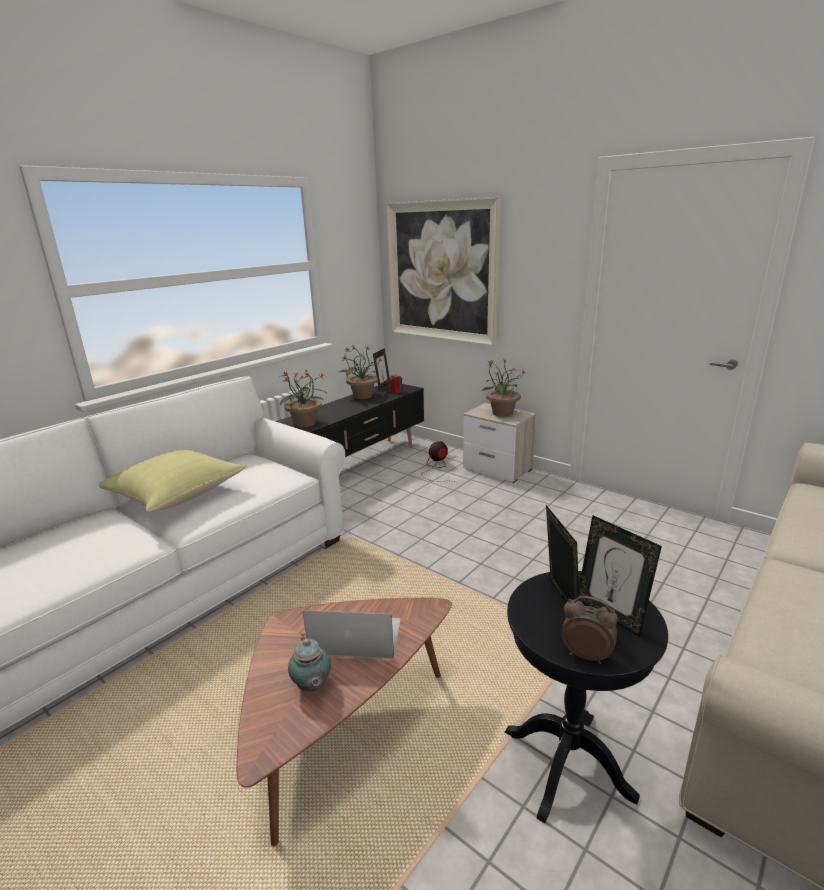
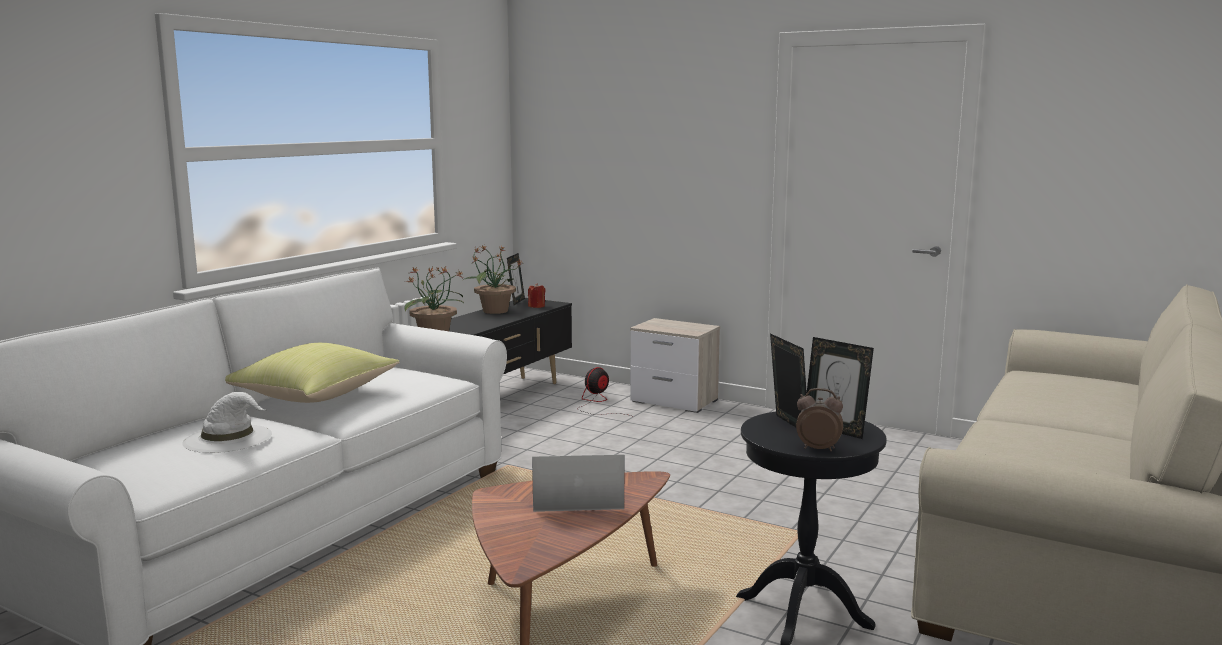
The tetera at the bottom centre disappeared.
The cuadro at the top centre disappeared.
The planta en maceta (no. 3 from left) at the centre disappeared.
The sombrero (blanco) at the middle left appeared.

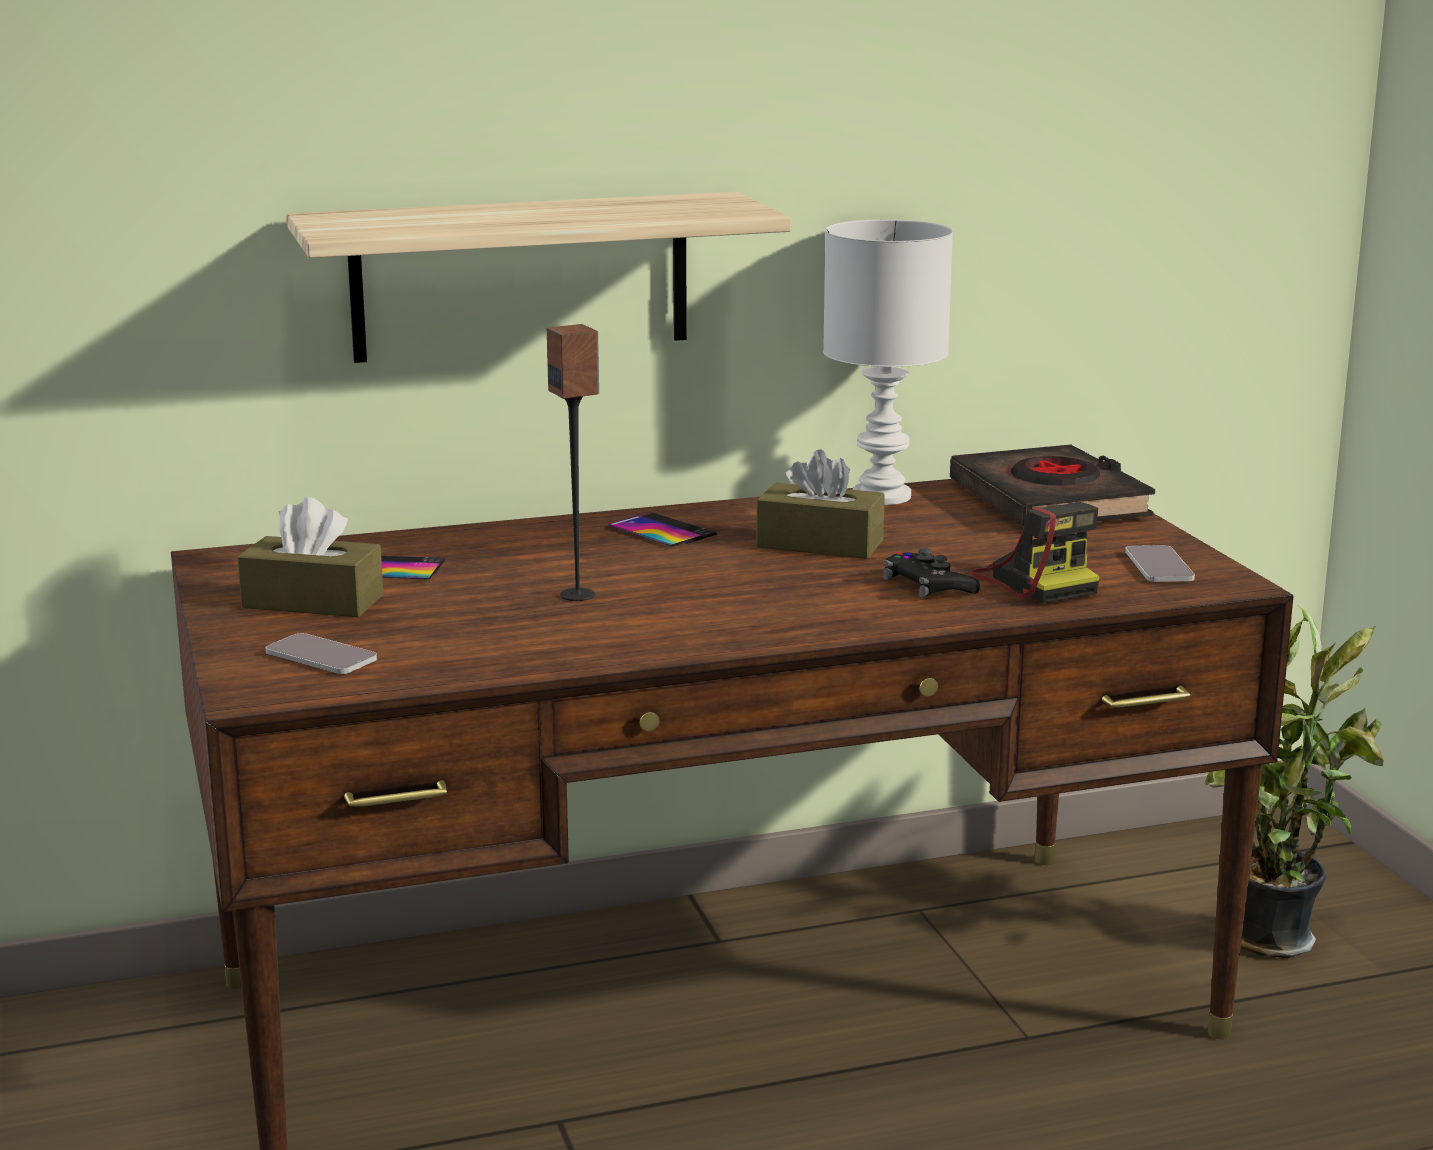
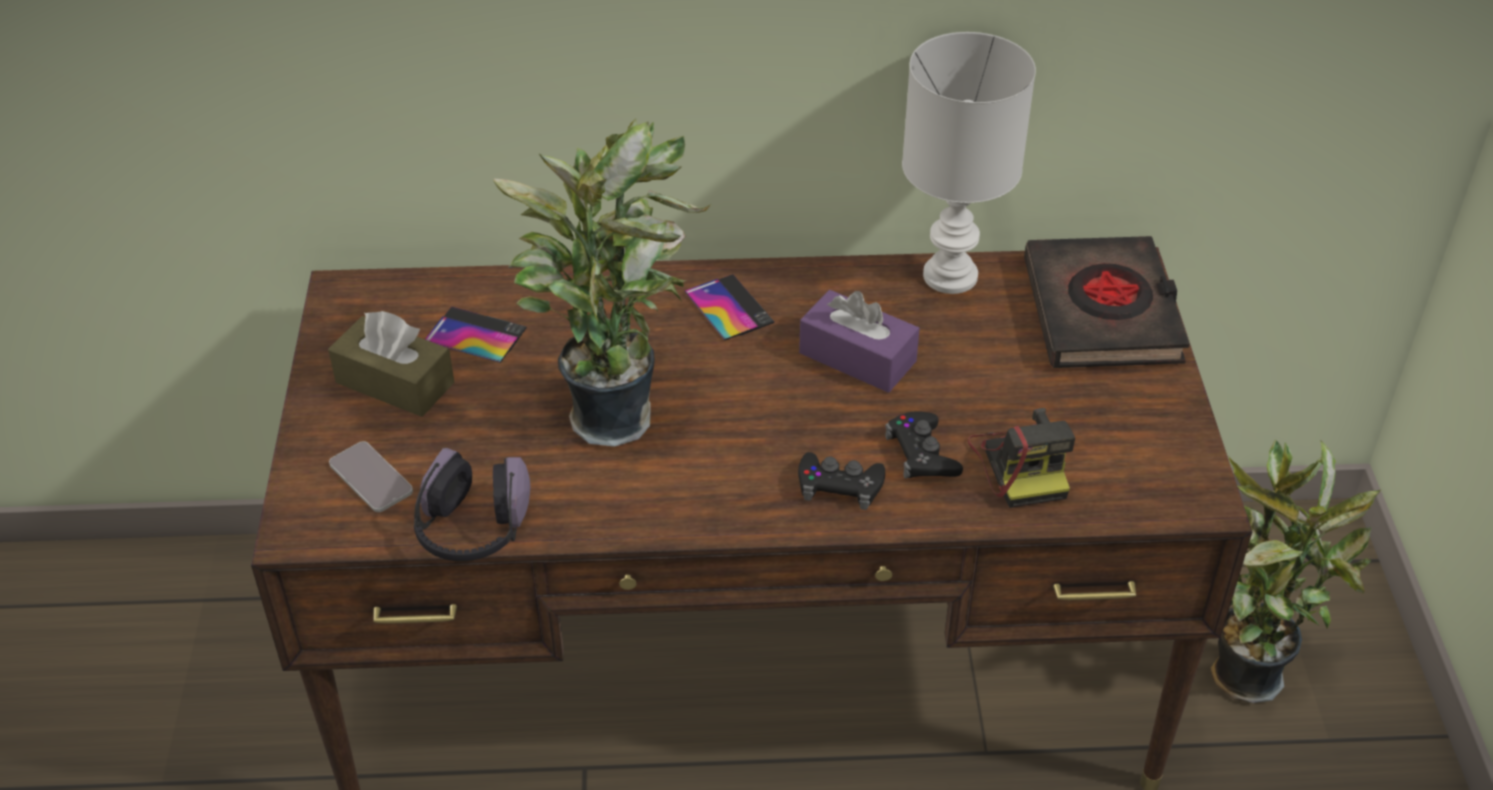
The estante at the top centre disappeared.
The móvil (no. 4 from left) at the middle right disappeared.
The auriculares at the middle left appeared.
The mando de consola (negro) (no. 1 from left) at the centre appeared.
The altavoz at the centre was replaced by the planta en maceta (no. 1 from left) at the centre.
The caja de pañuelos (marrón) (no. 2 from left) at the centre became the caja de pañuelos (morado) at the centre.

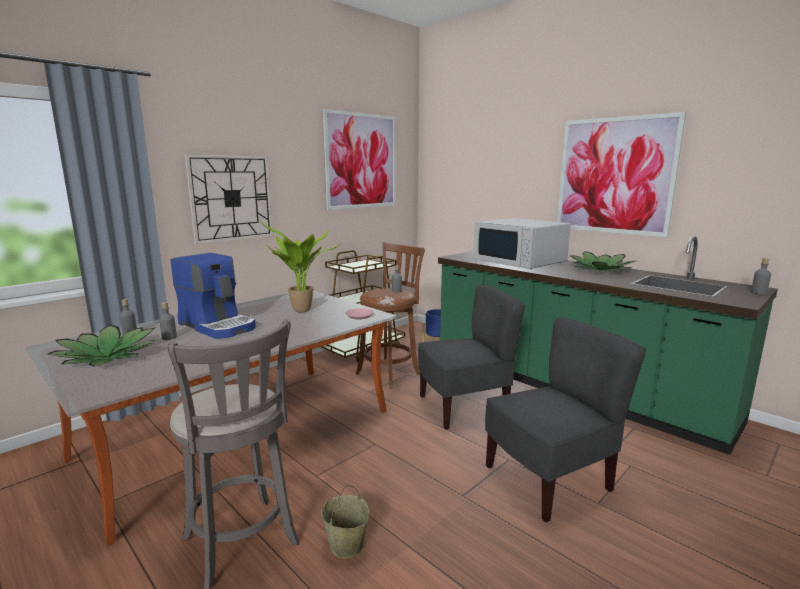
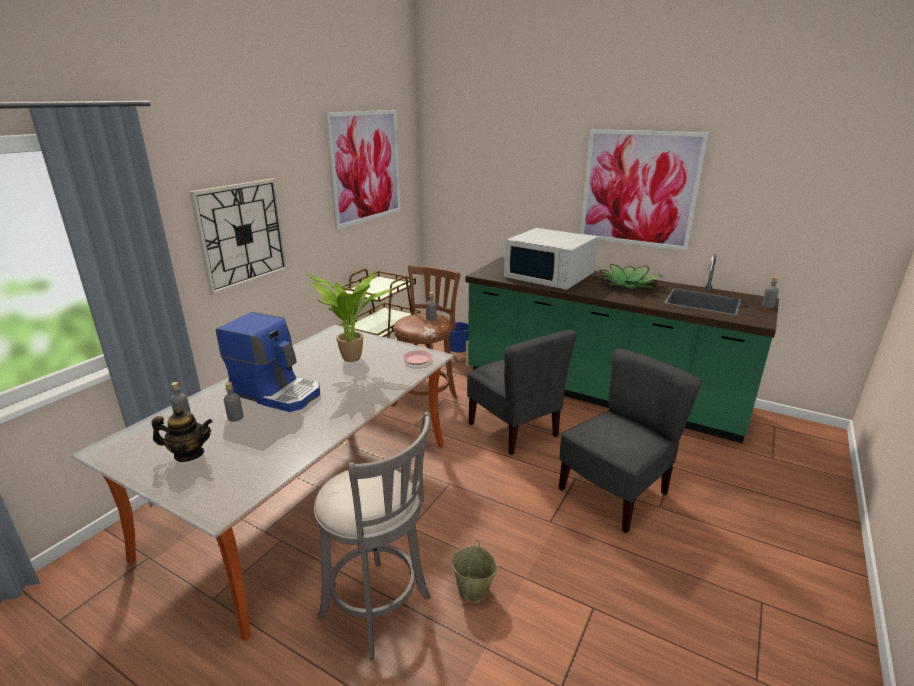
The planta en maceta (no. 1 from left) at the middle left was replaced by the tetera at the middle left.
The silla (gris) (no. 1 from left) at the centre turned 90 degrees clockwise.

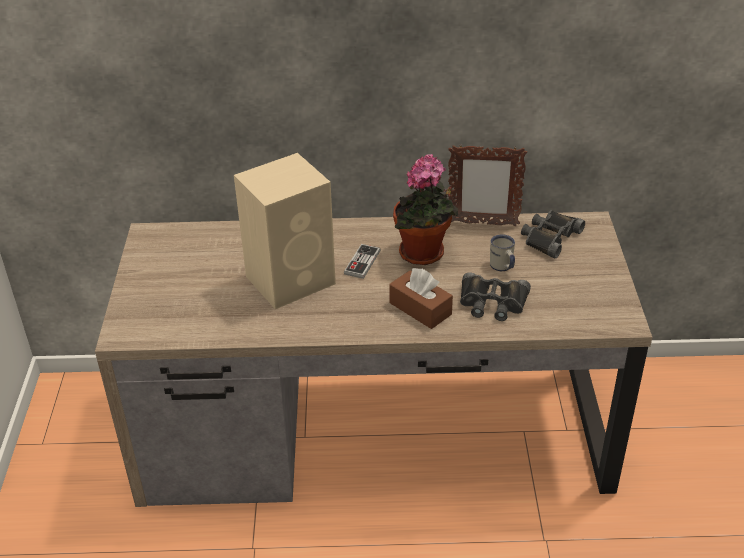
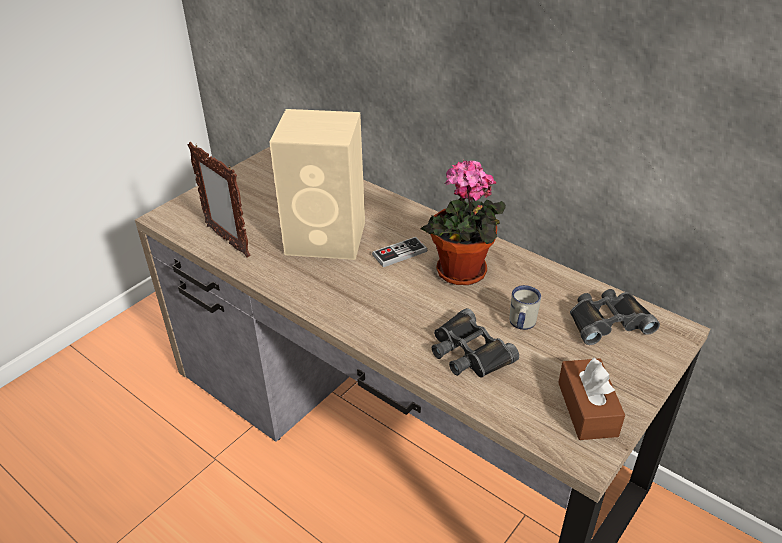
The caja de pañuelos (marrón) moved from the centre to the bottom right.
The portarretratos moved from the top centre to the middle left.

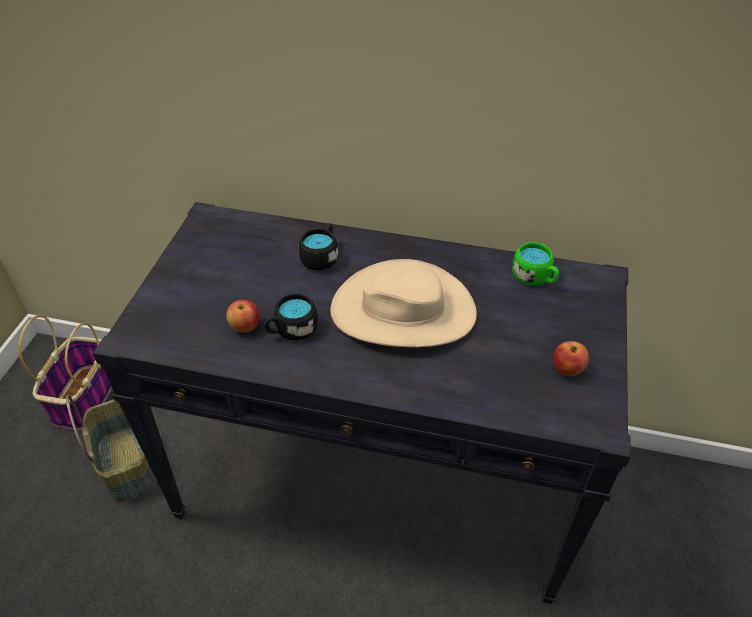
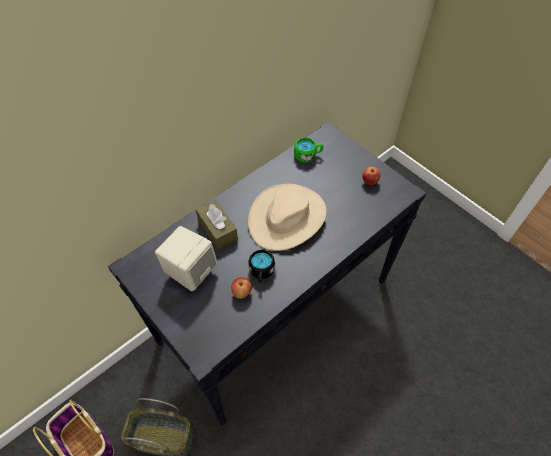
The altavoz (beis) at the centre appeared.
The taza grande (negro) (no. 2 from left) at the centre was replaced by the caja de pañuelos (marrón) at the centre.

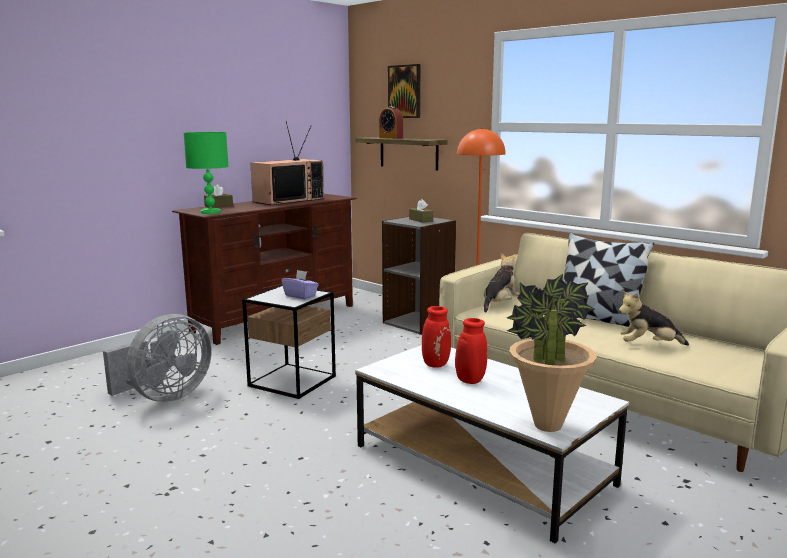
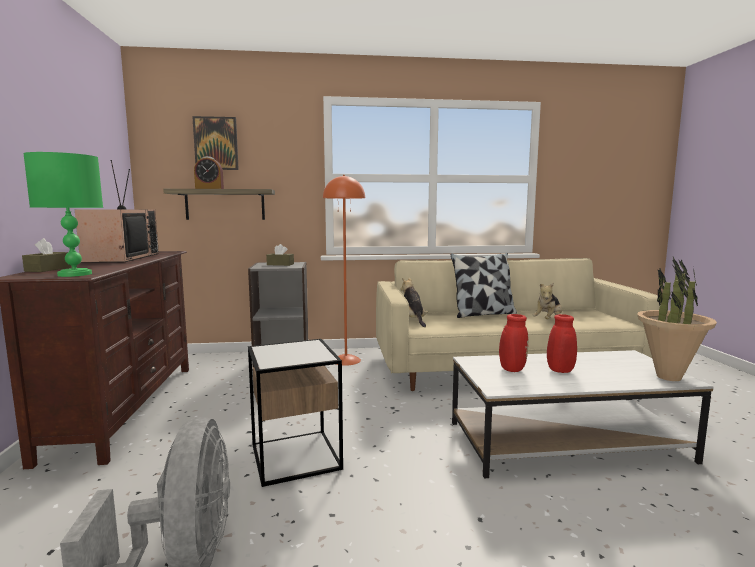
The caja de pañuelos (morado) at the centre disappeared.

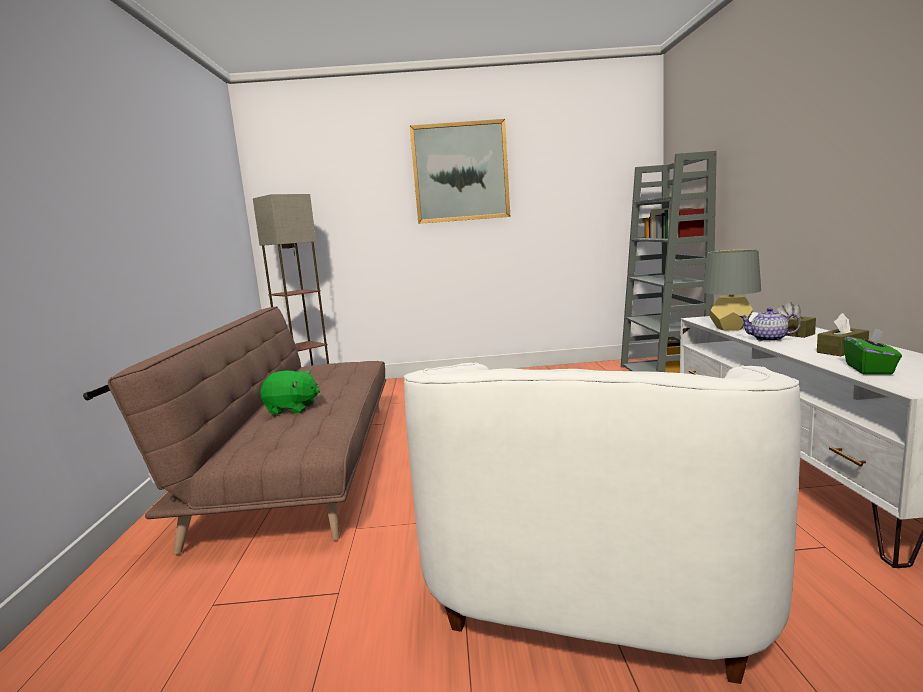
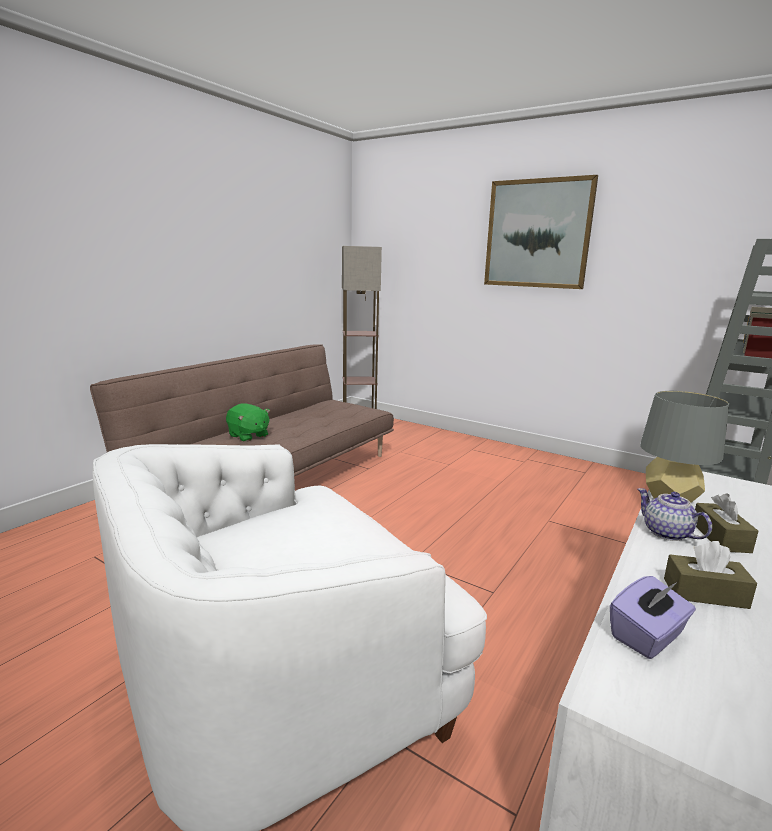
The caja de pañuelos (verde) at the middle right became the caja de pañuelos (morado) at the bottom right.

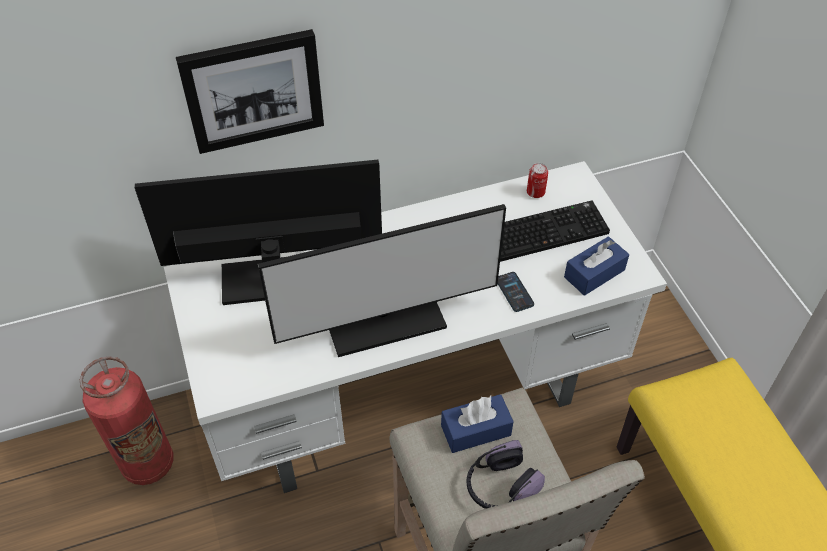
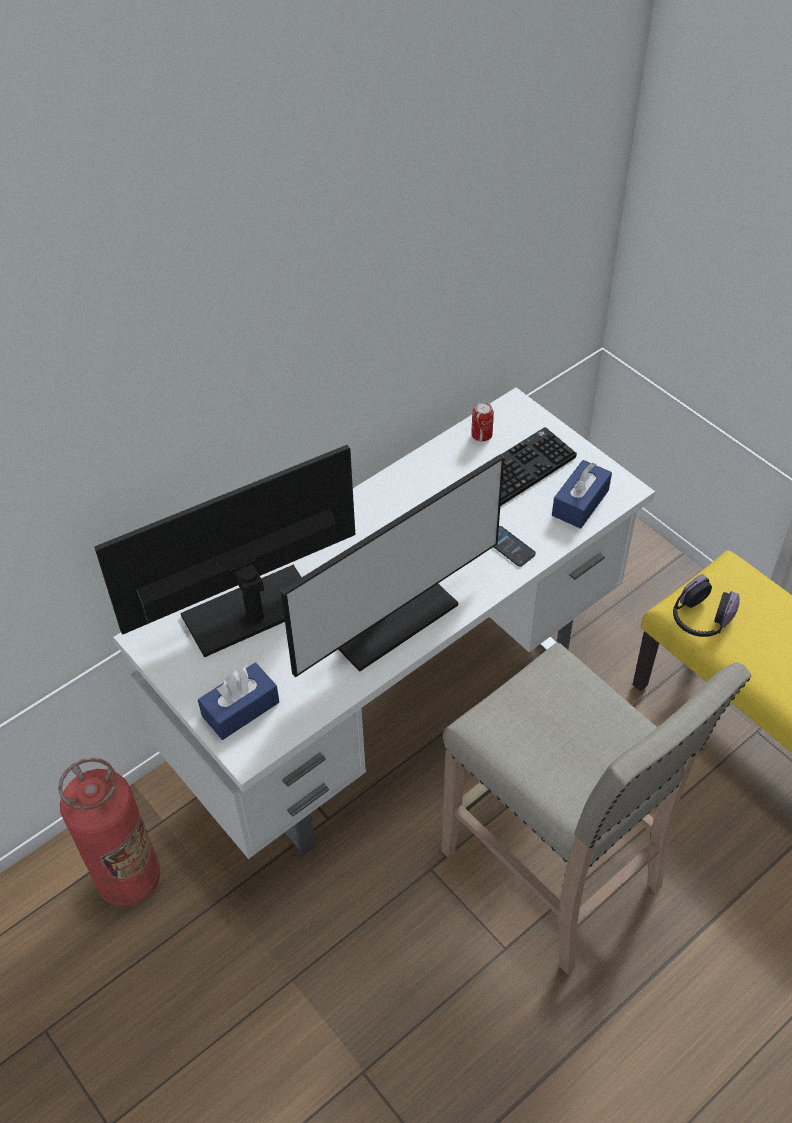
The cuadro at the top left disappeared.
The caja de pañuelos (azul) (no. 1 from left) moved from the bottom centre to the middle left.
The auriculares moved from the bottom centre to the middle right.

